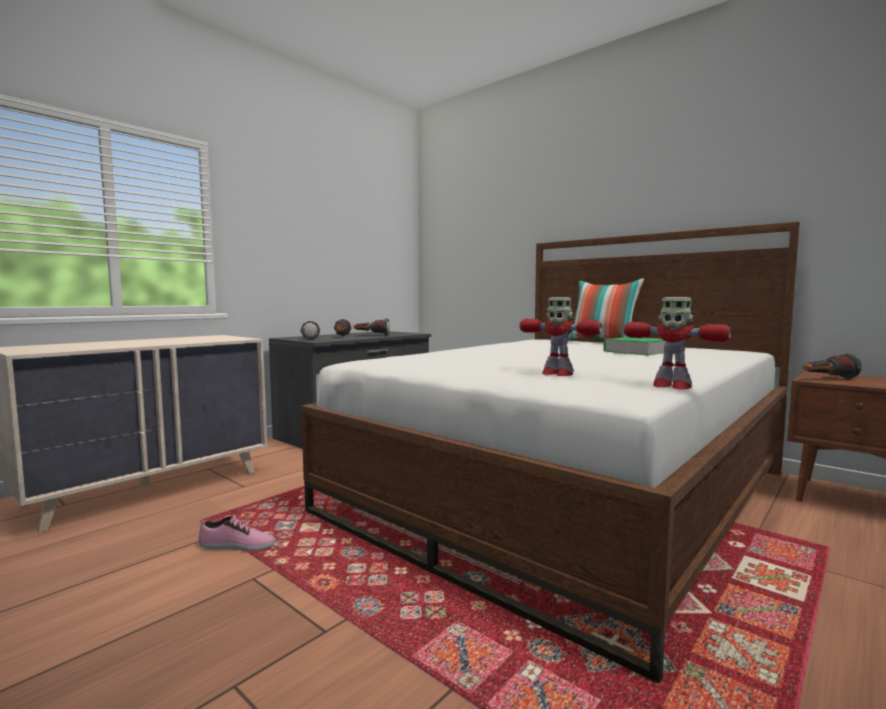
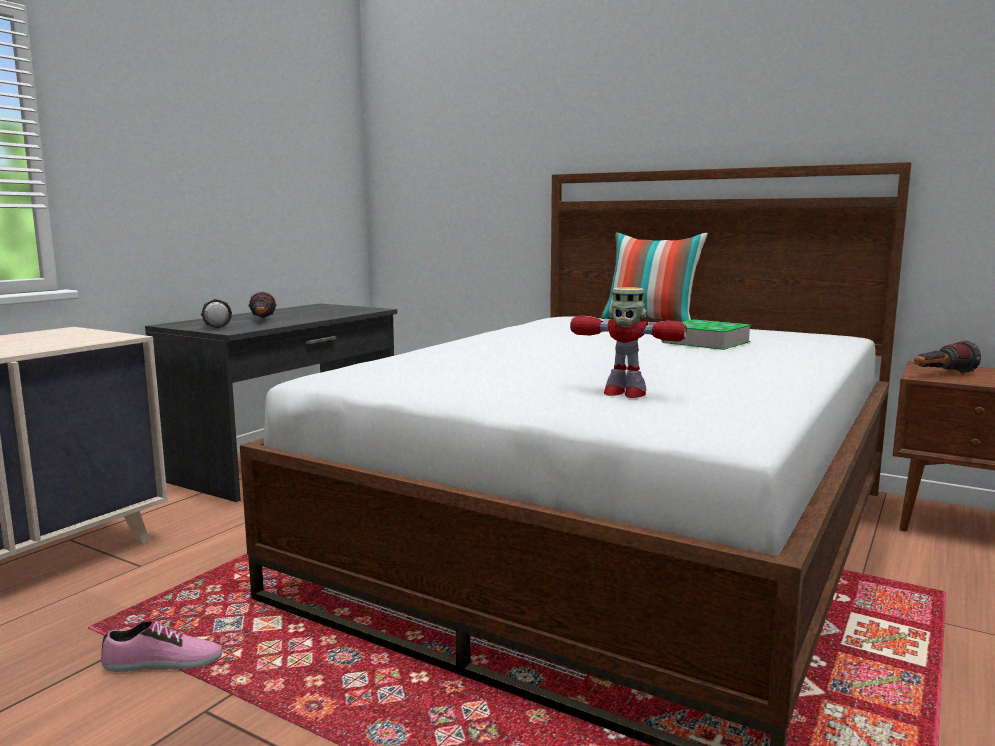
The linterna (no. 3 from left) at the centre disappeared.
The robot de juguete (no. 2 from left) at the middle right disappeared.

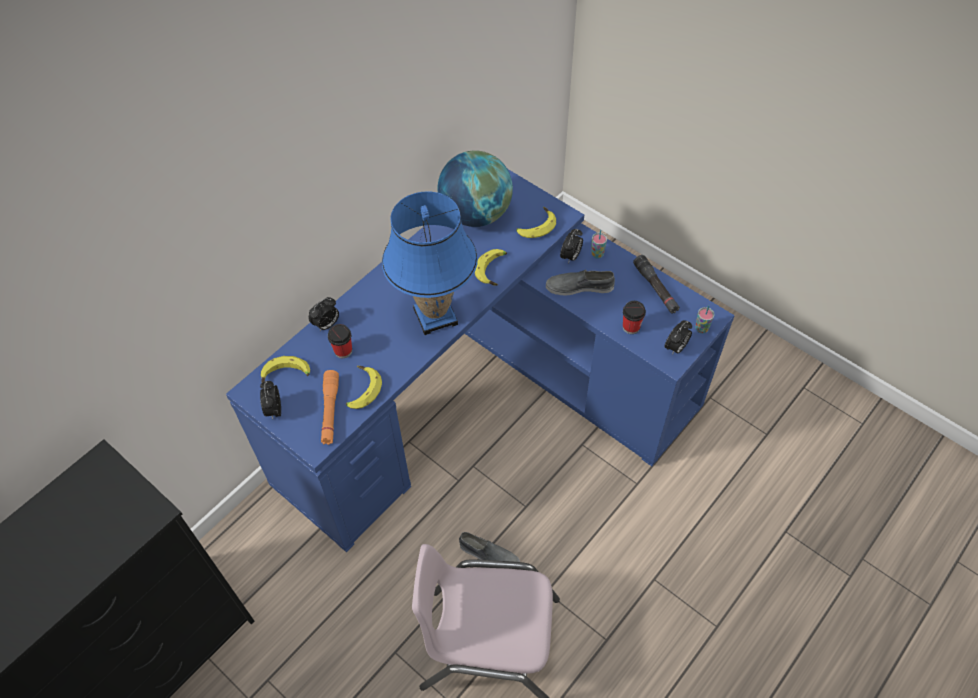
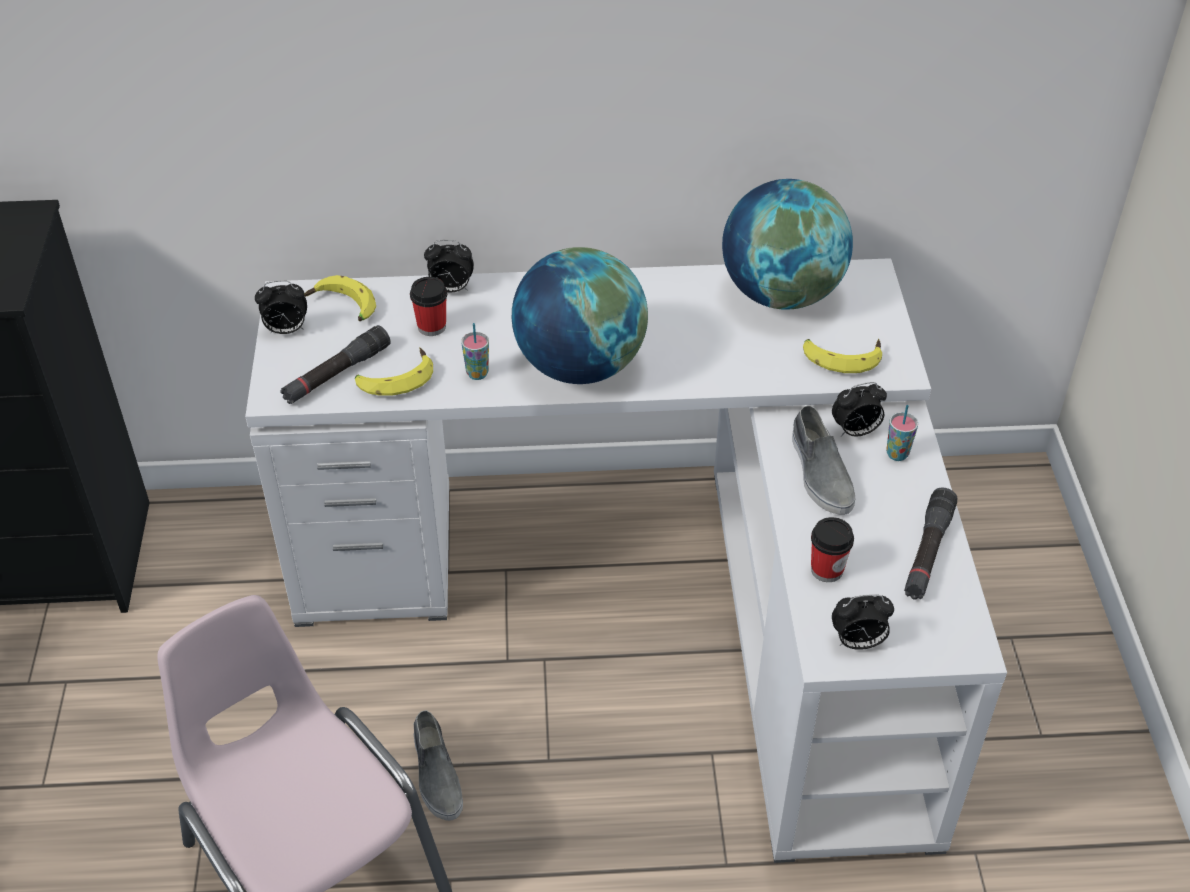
The plátano (no. 3 from left) at the centre disappeared.
The taza (no. 4 from left in the first image) moved from the middle right to the centre.
The lámpara de mesa (azul) at the centre was replaced by the globo terráqueo (no. 1 from left) at the centre.
The escritorio (azul) at the centre became the escritorio (blanco) at the centre.
The linterna (naranja) at the centre became the linterna (negro) (no. 1 from left) at the middle left.
The despertador (no. 1 from left) at the middle left turned 135 degrees counterclockwise.
The zapato (gris) (no. 2 from left) at the centre turned 150 degrees counterclockwise.

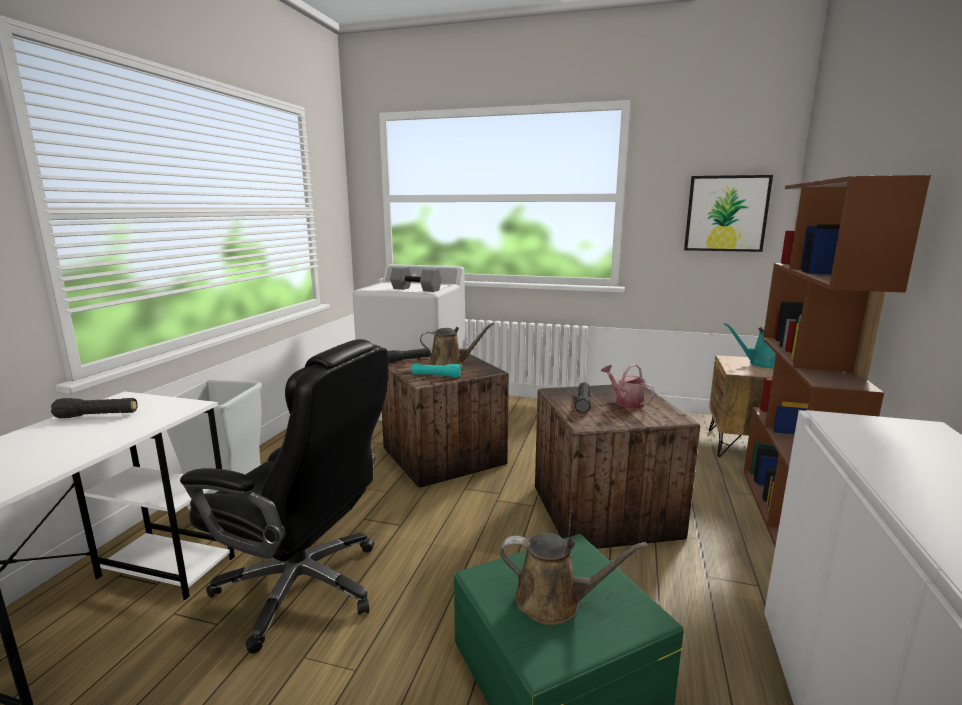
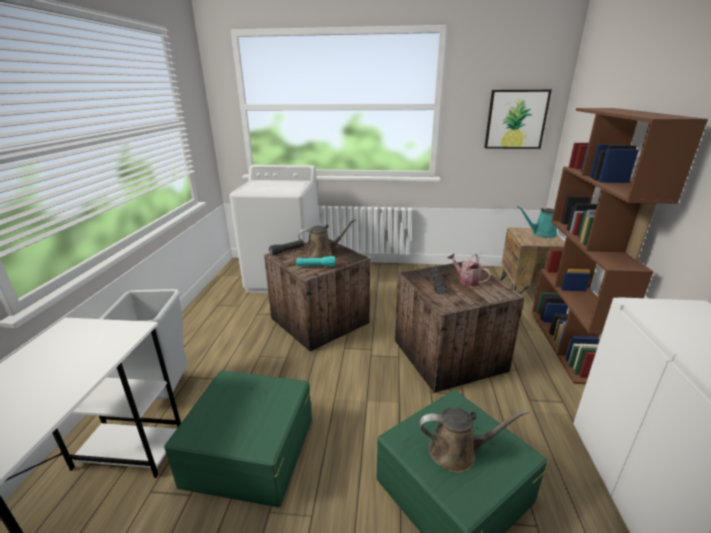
The linterna (negro) (no. 1 from left) at the middle left disappeared.
The mancuerna (gris) at the centre disappeared.
The silla de oficina (negro) at the bottom left was replaced by the caja de almacenaje (verde) (no. 1 from left) at the bottom centre.

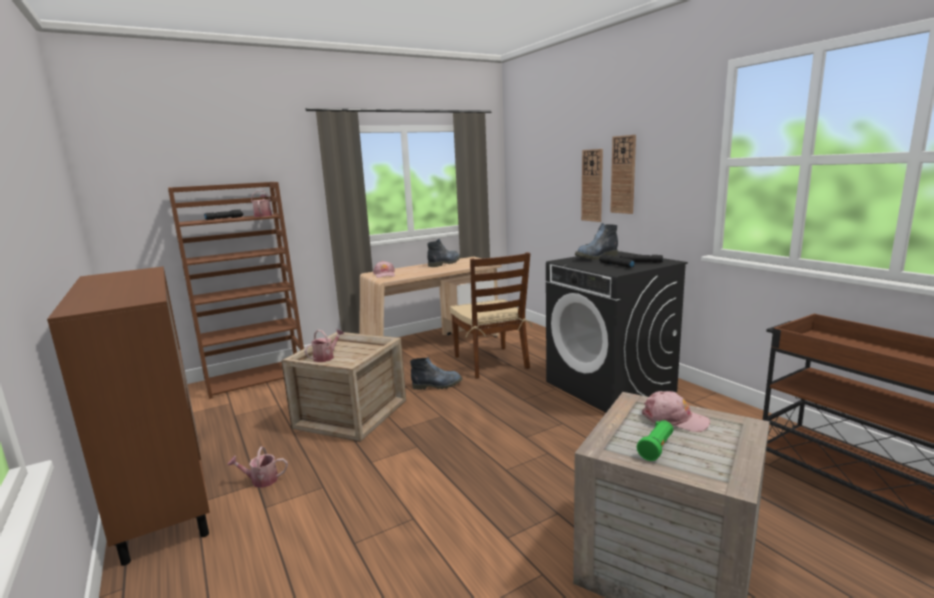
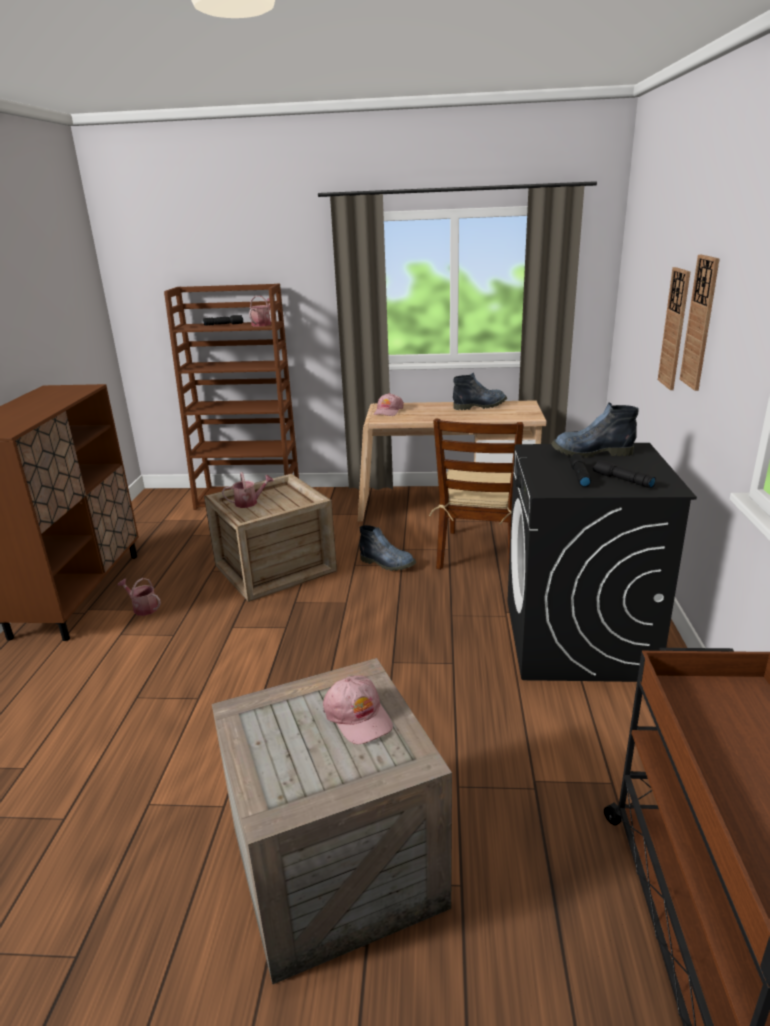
The linterna (verde) at the bottom right disappeared.

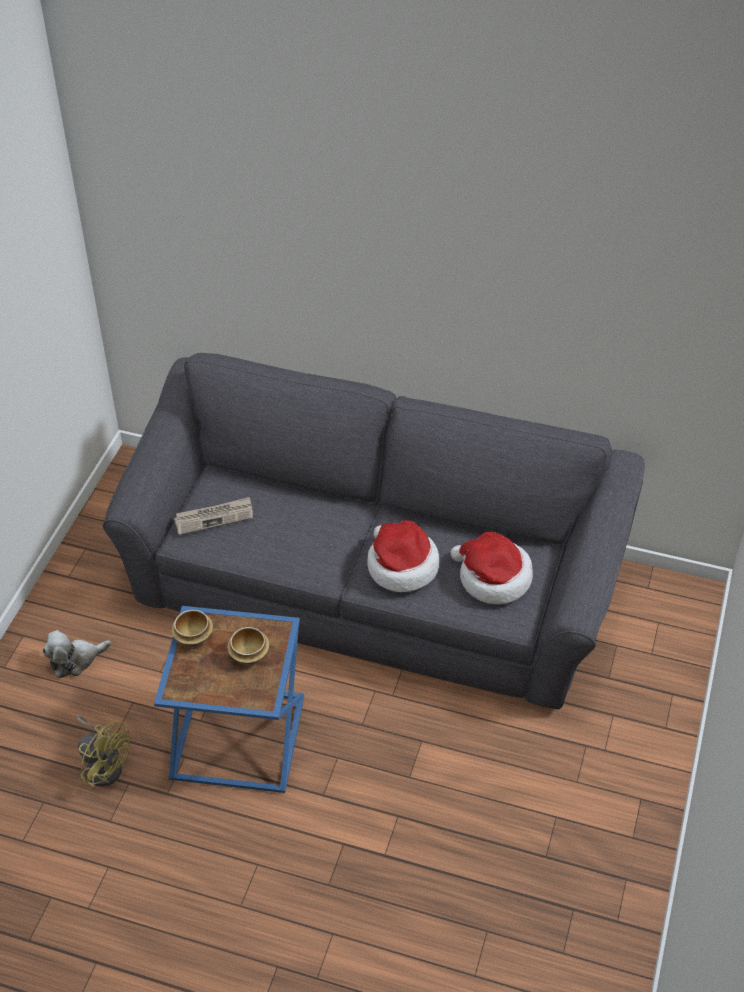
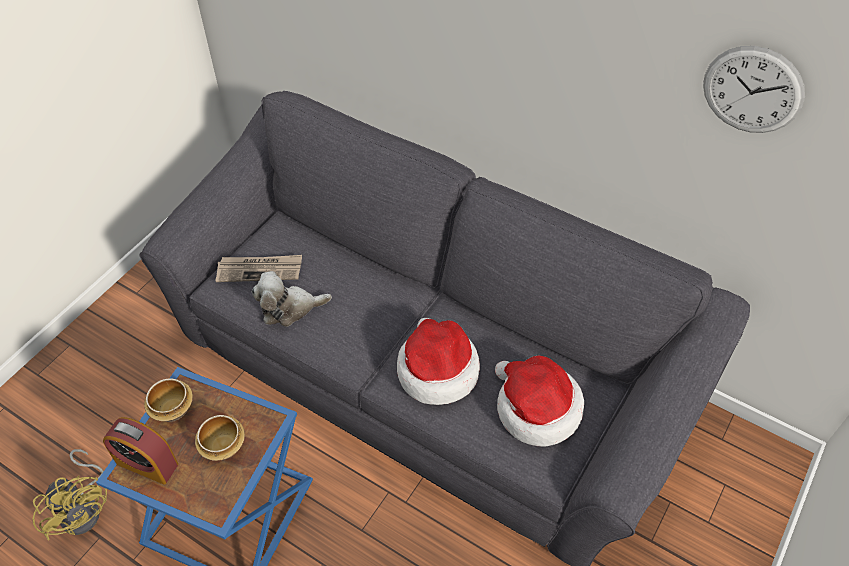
The despertador at the bottom left appeared.
The reloj de pared at the top right appeared.
The peluche moved from the middle left to the centre.

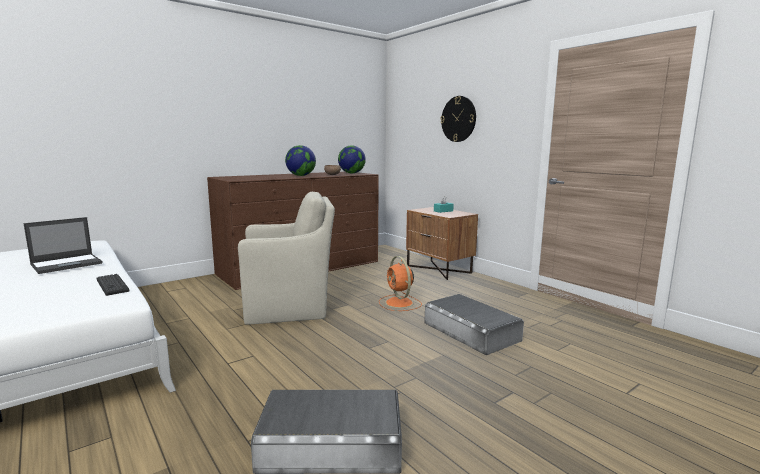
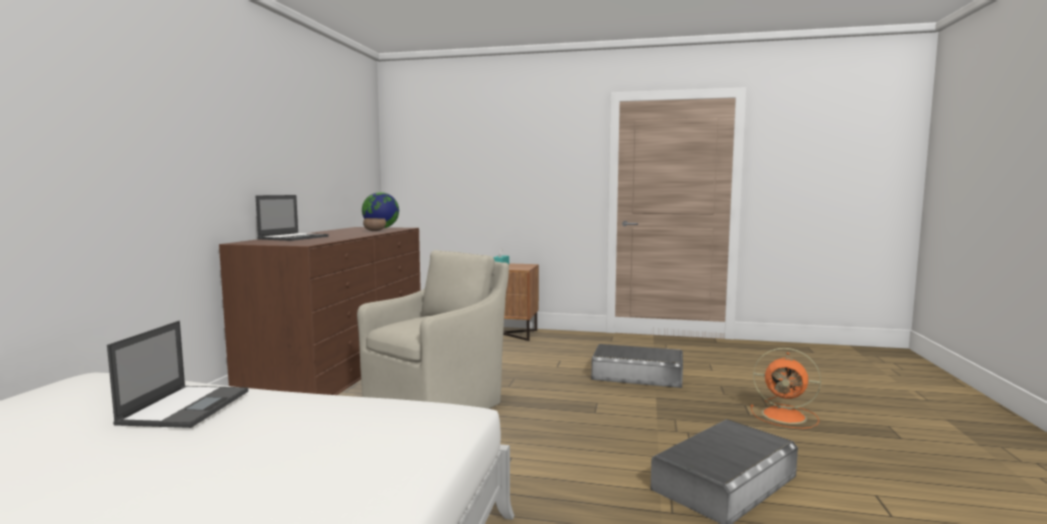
The teclado at the middle left disappeared.
The globo terráqueo (no. 1 from left) at the centre disappeared.
The reloj de pared at the top centre disappeared.
The portátil (no. 2 from left) at the middle left appeared.
The ventilador (naranja) moved from the centre to the bottom right.

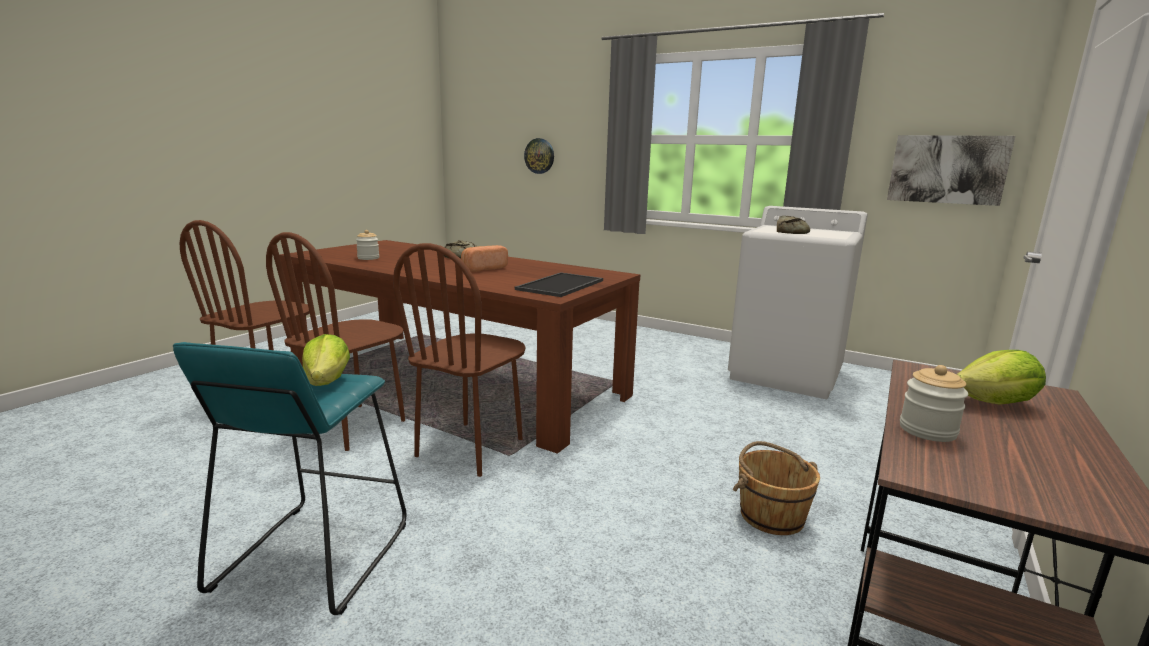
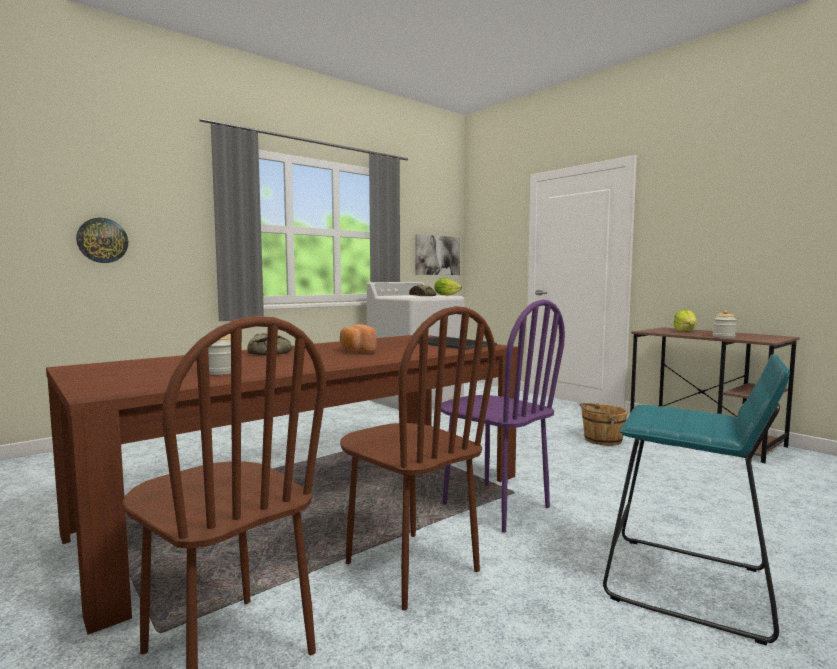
The lechuga (no. 1 from left) moved from the middle left to the centre.
The silla (marrón) (no. 3 from left) at the centre became the silla (morado) at the centre.

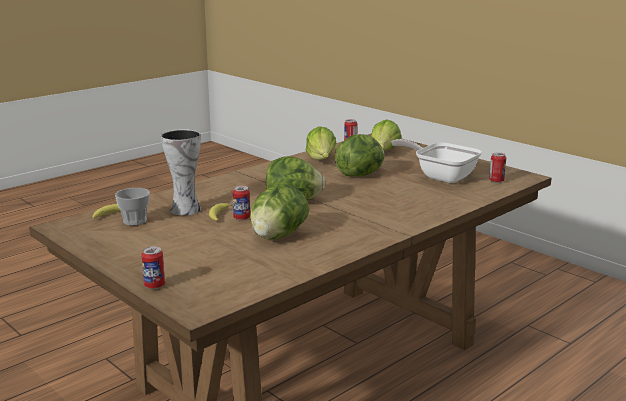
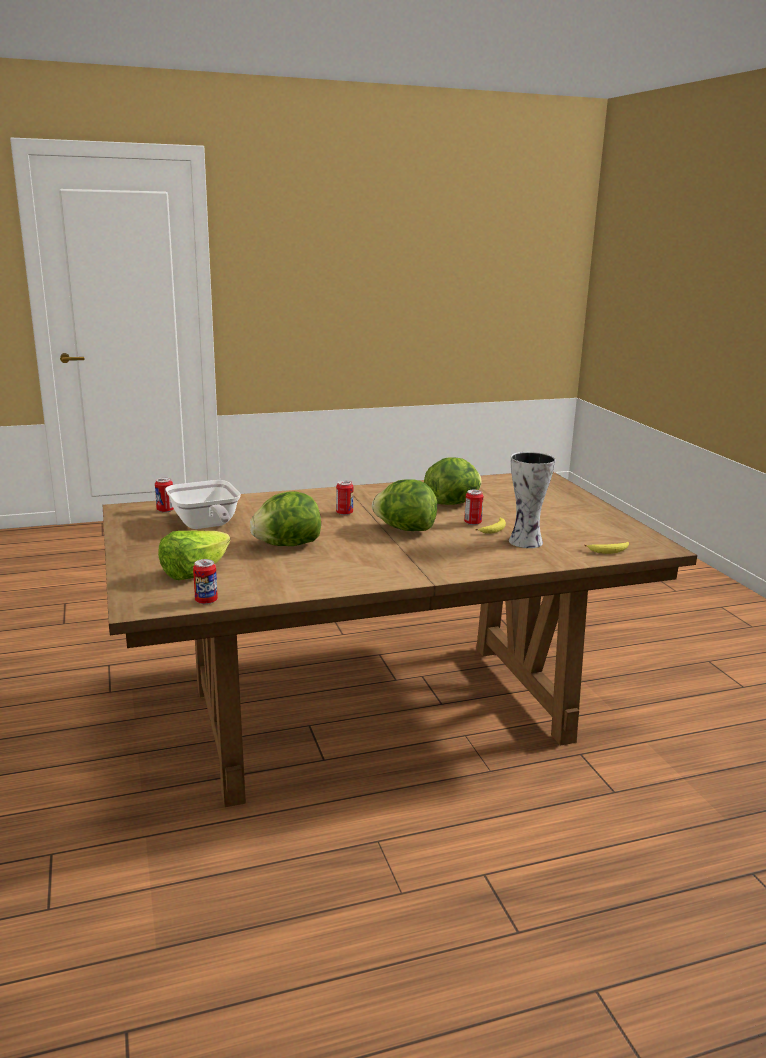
The taza at the middle left disappeared.
The lechuga (no. 3 from left) at the centre disappeared.
The lata (no. 1 from left in the first image) moved from the middle left to the centre.

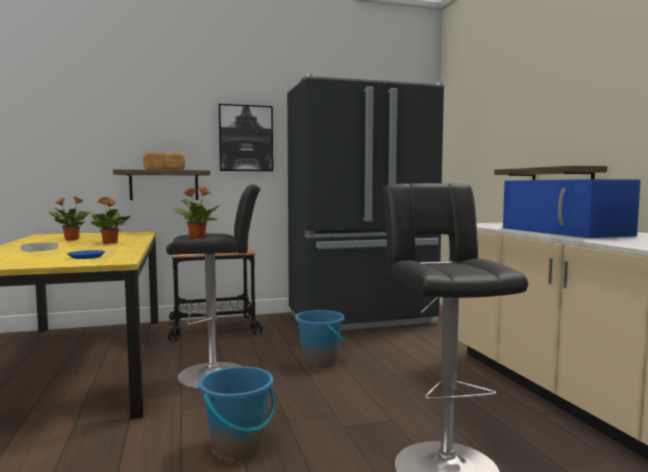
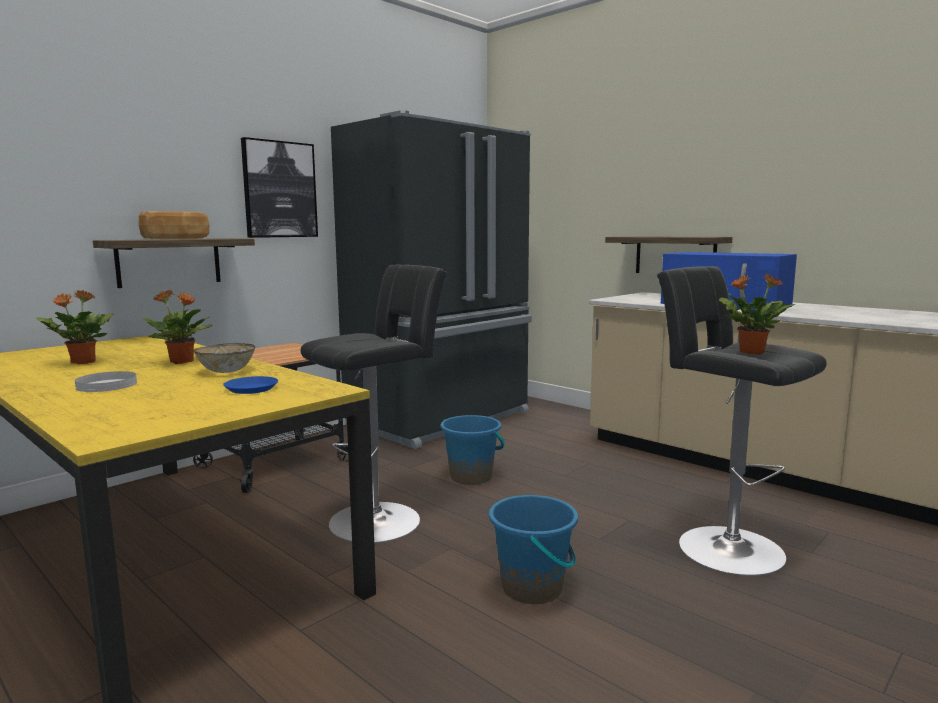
The cuenco at the middle left appeared.
The planta en maceta (no. 3 from left) moved from the middle left to the middle right.

